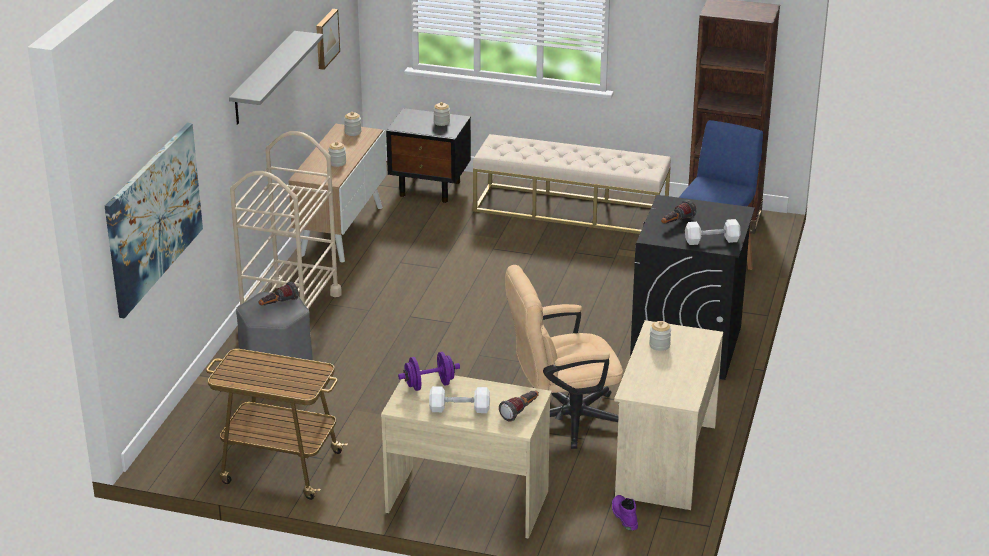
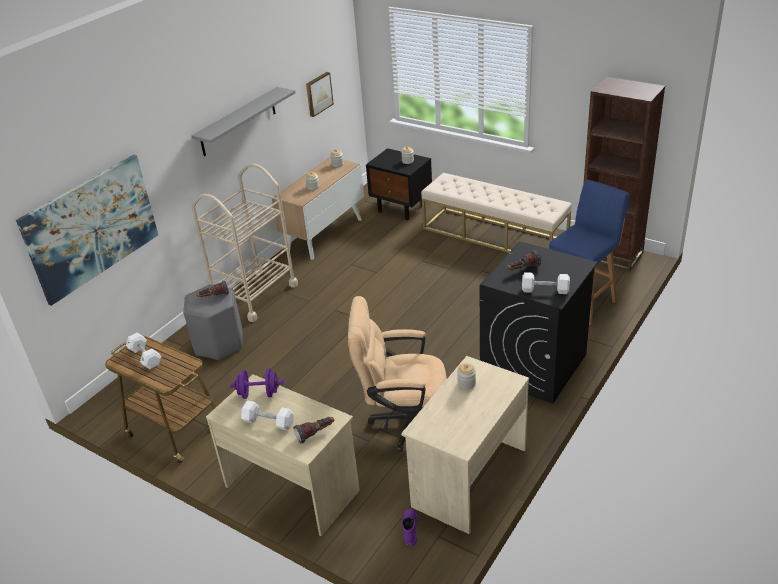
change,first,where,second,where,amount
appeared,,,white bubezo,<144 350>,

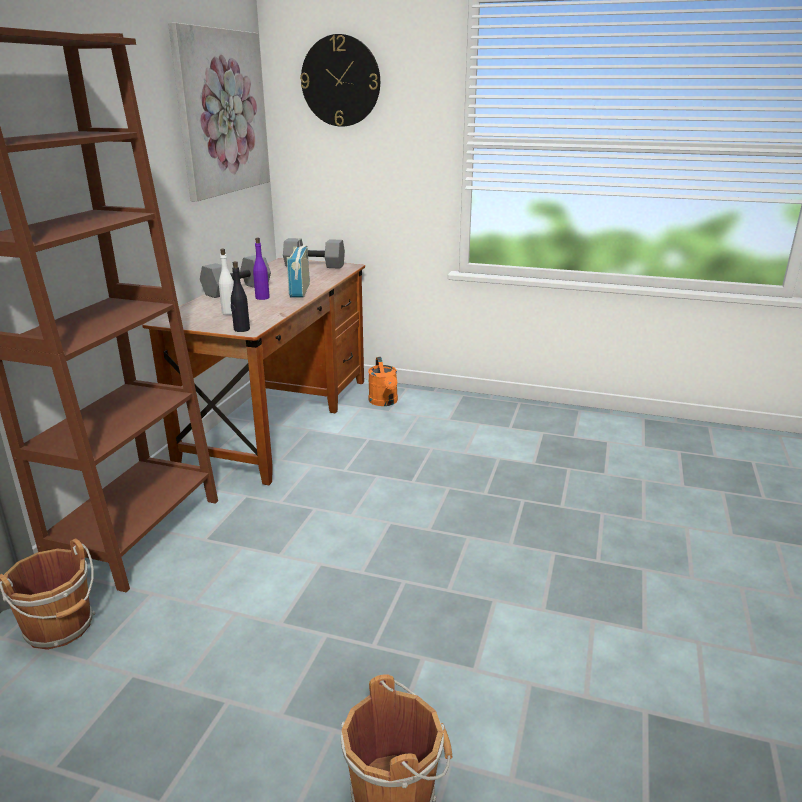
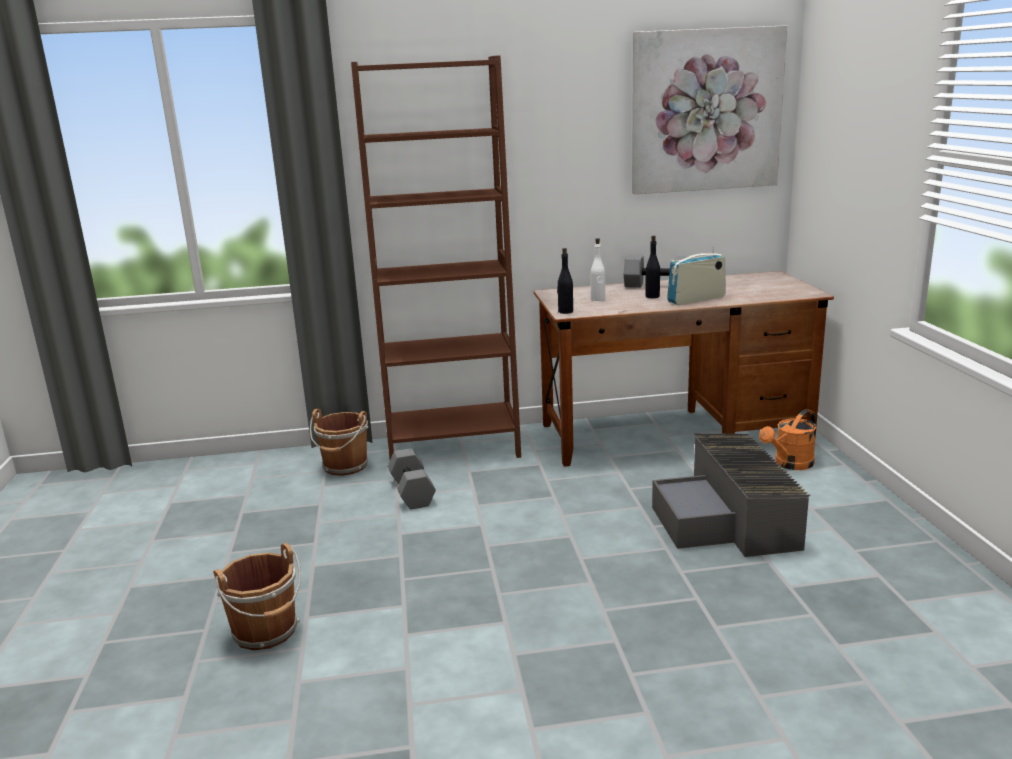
change,first,where,second,where,amount
missing,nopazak,<340 80>,,,
appeared,,,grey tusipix,<731 495>,
relocated,grey bubezo,<314 253>,,<412 478>,
colour,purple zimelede,<261 268>,black zimelede,<652 266>,

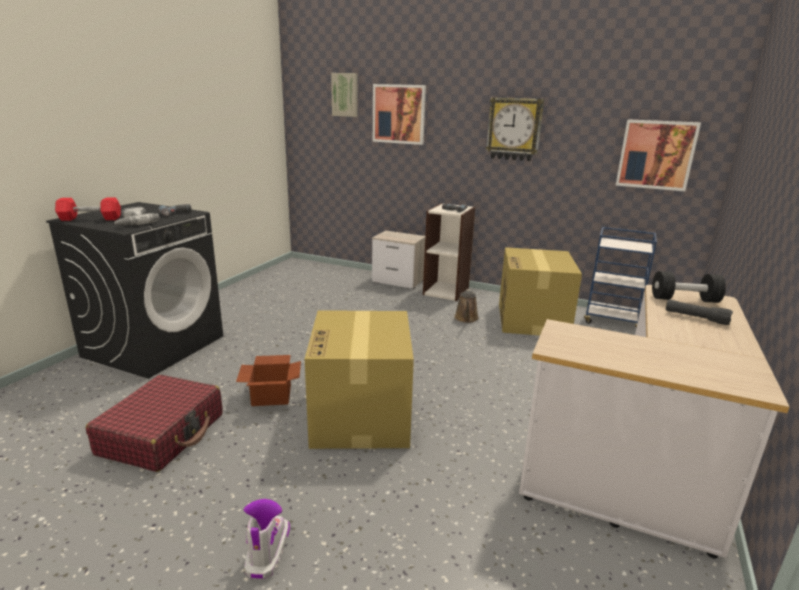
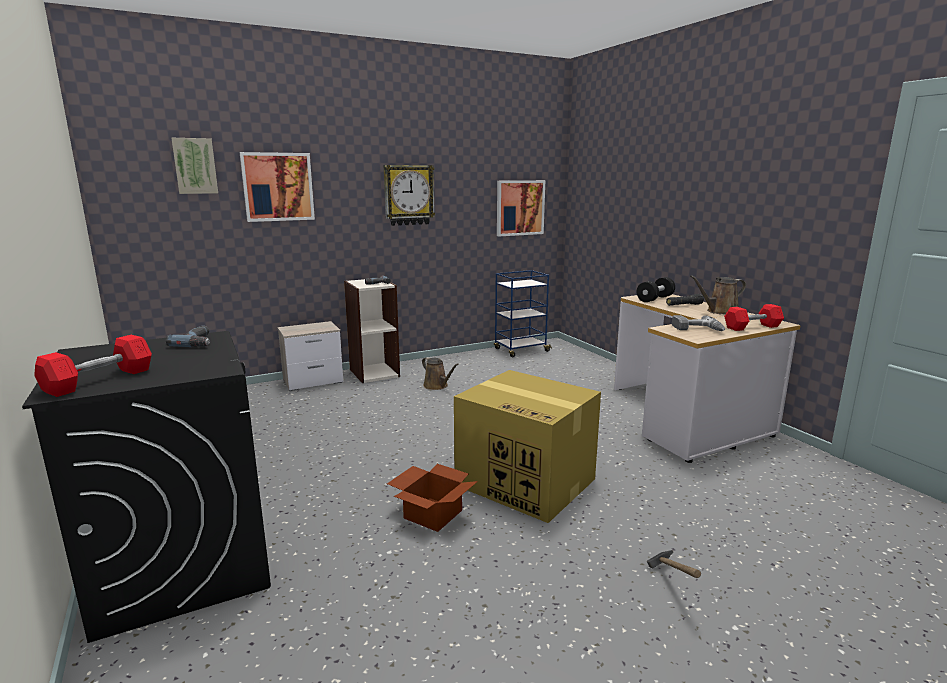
change,first,where,second,where,amount
missing,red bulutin,<154 423>,,,
missing,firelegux,<540 291>,,,
appeared,,,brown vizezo,<718 294>,
appeared,,,red bubezo,<754 317>,
relocated,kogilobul,<137 216>,,<698 323>,
exchanged,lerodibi,<267 539>,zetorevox,<674 564>,

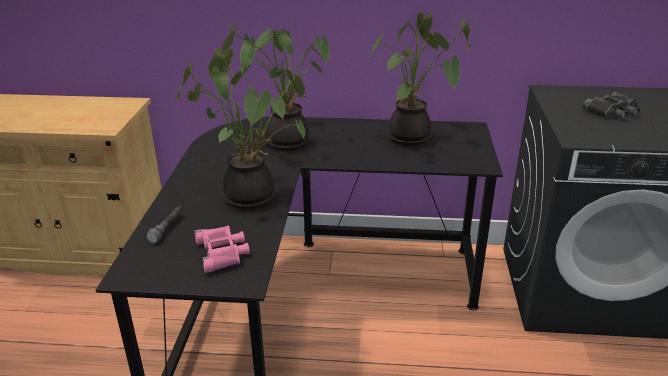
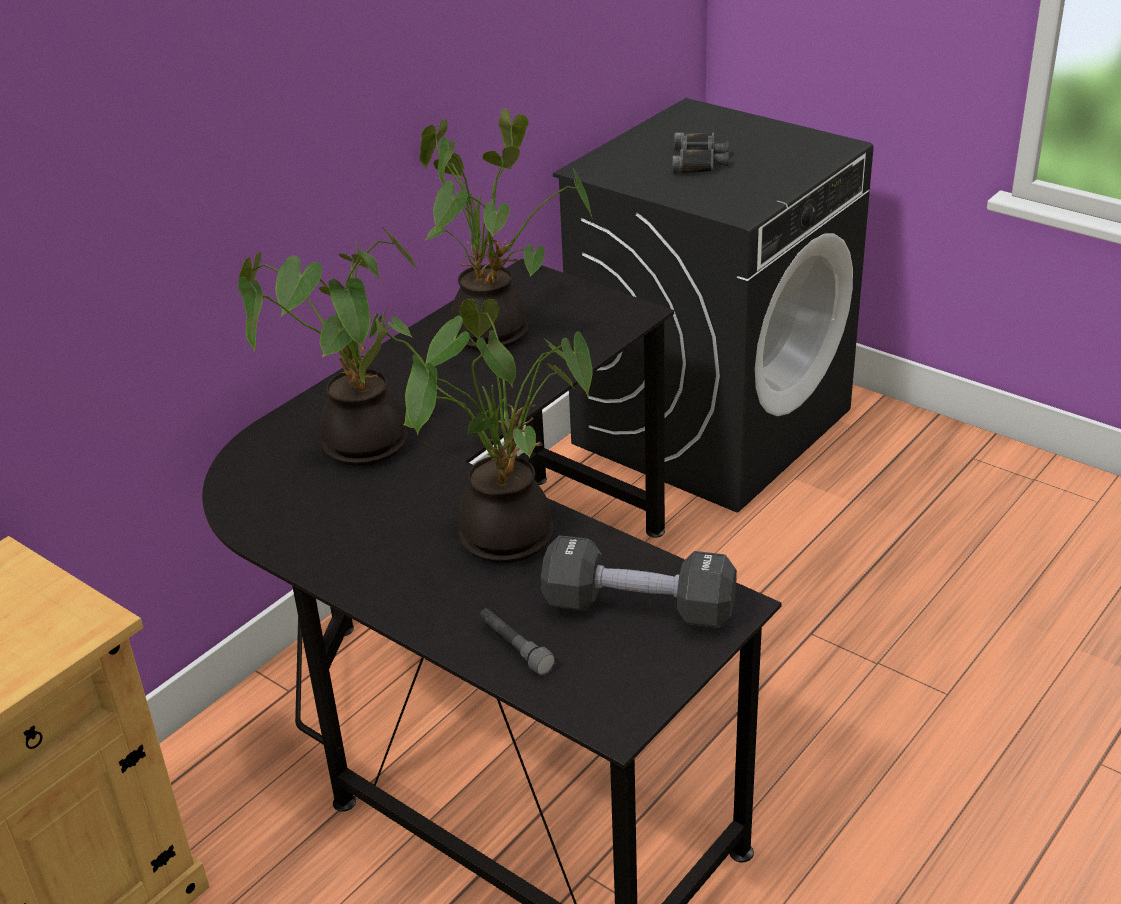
change,first,where,second,where,amount
exchanged,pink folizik,<222 249>,black bubezo,<639 581>,

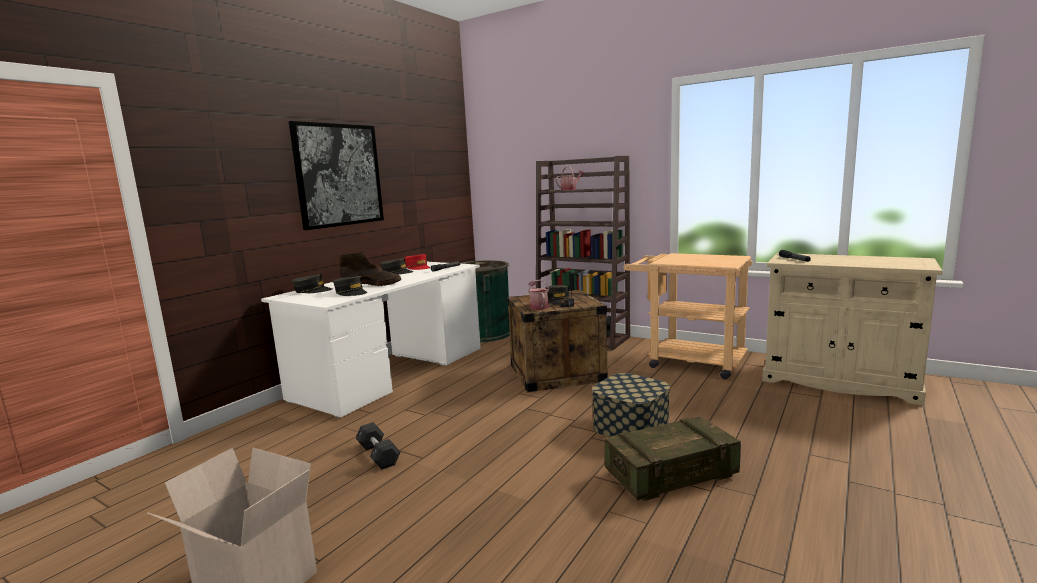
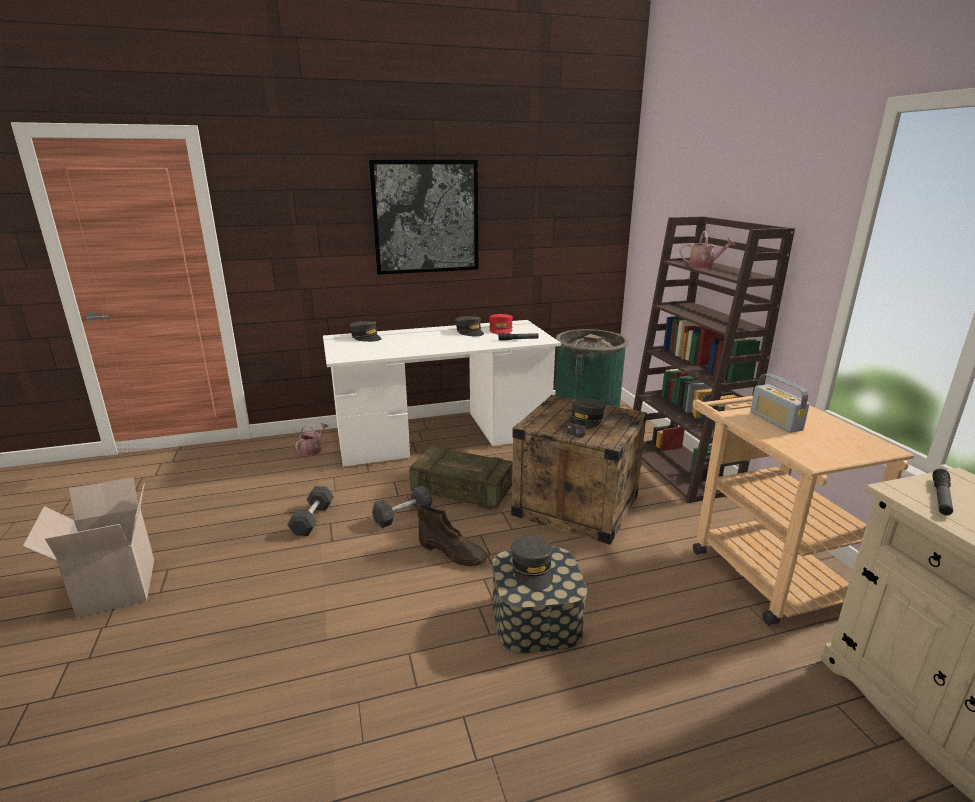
change,first,where,second,where,amount
appeared,,,grey bubezo,<402 506>,
appeared,,,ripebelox,<780 403>,
relocated,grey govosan,<350 286>,,<532 562>,
relocated,brown lerodibi,<370 269>,,<453 535>,
relocated,vizezo,<538 295>,,<311 439>,
relocated,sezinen,<673 458>,,<461 478>,

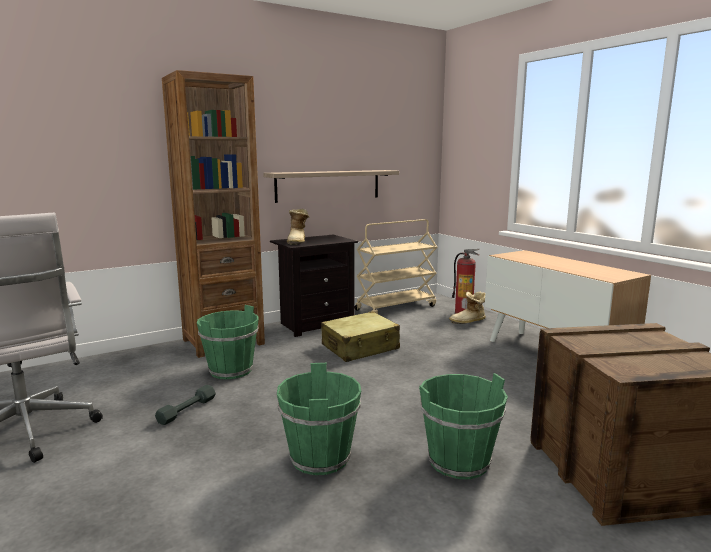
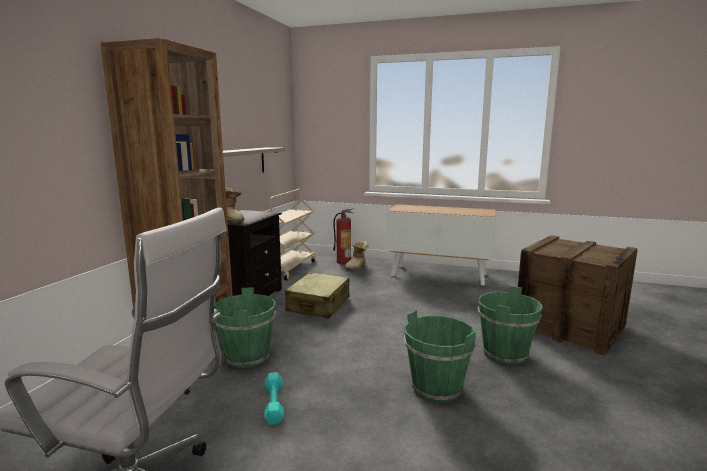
change,first,where,second,where,amount
colour,grey bubezo,<185 405>,turquoise bubezo,<274 398>,

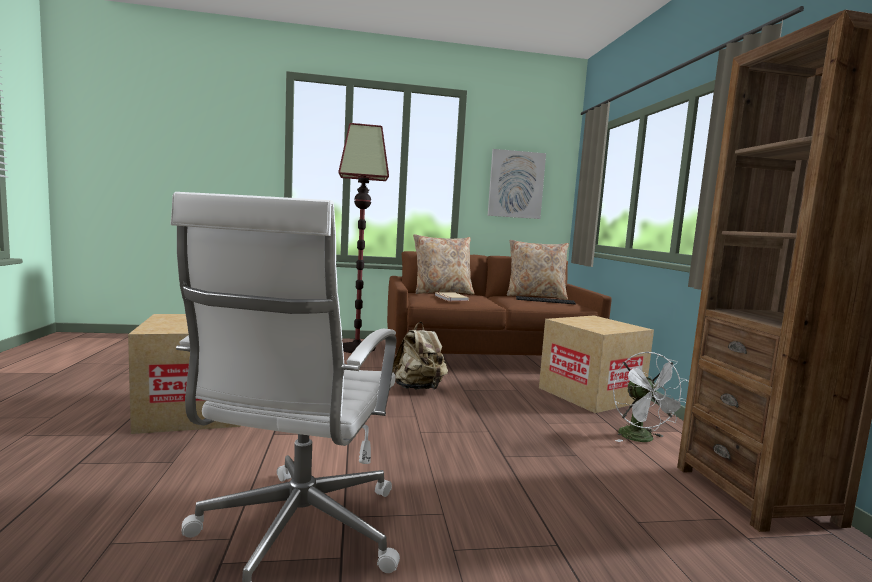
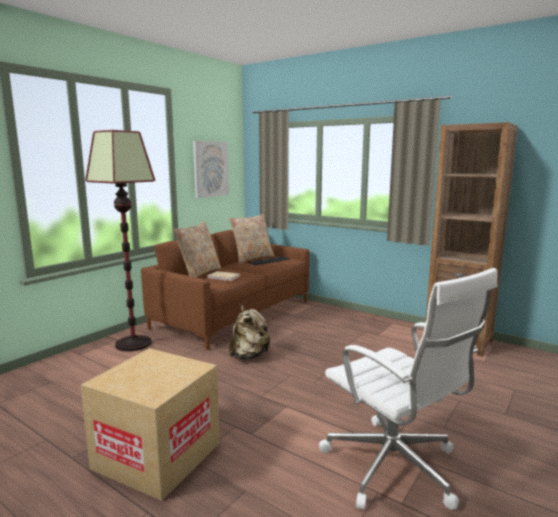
change,first,where,second,where,amount
missing,firelegux,<596 364>,,,
missing,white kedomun,<651 397>,,,

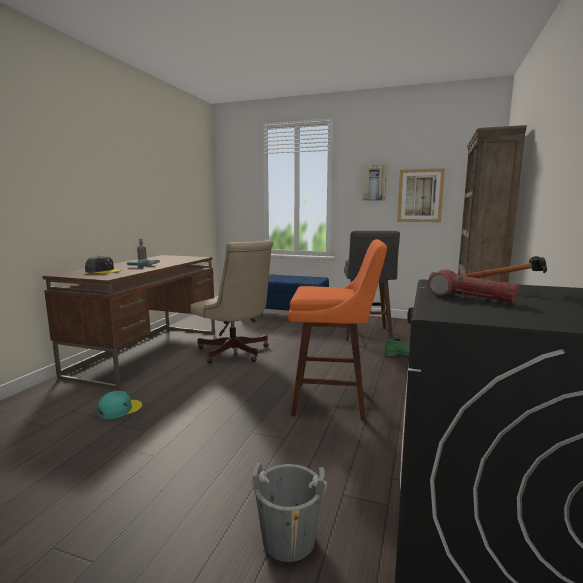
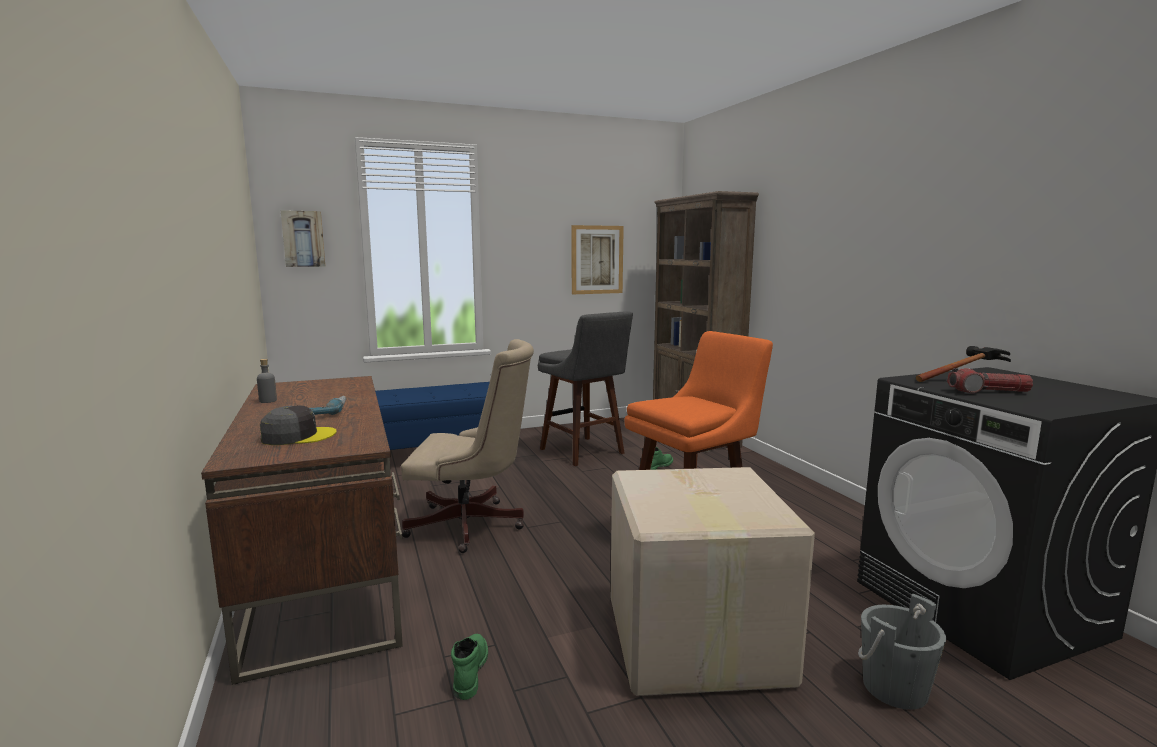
change,first,where,second,where,amount
appeared,,,firelegux,<713 581>,
relocated,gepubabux,<374 183>,,<303 238>,
exchanged,turquoise govosan,<120 405>,green lerodibi,<469 667>,

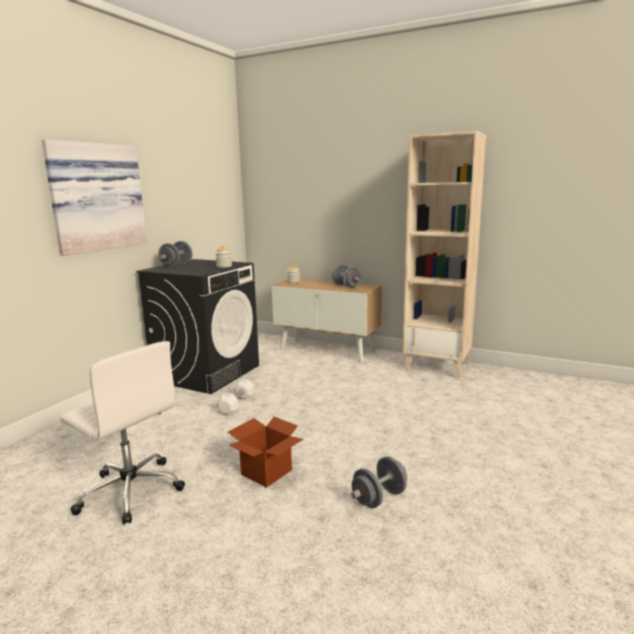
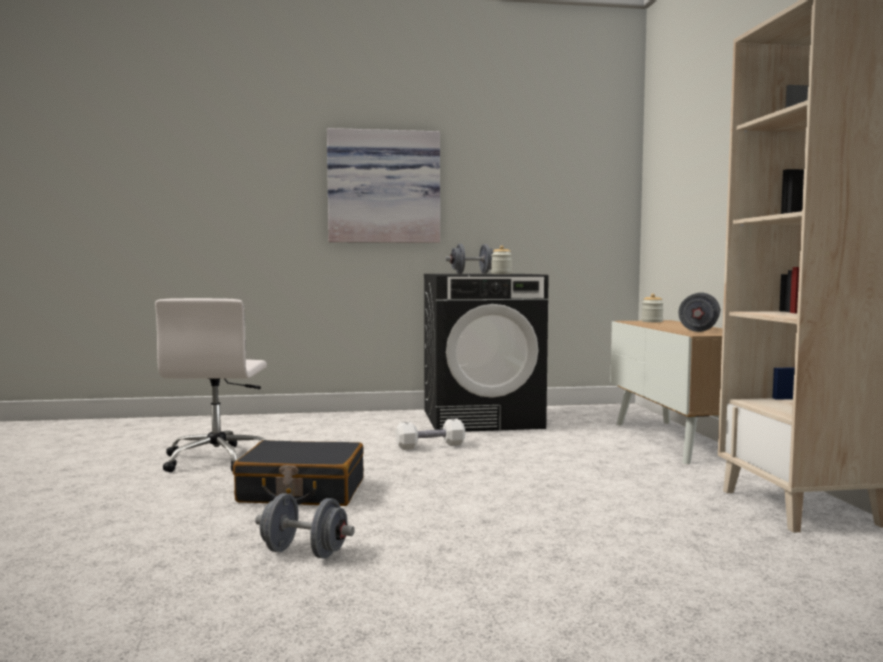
change,first,where,second,where,amount
exchanged,firelegux,<265 452>,black bulutin,<298 473>,

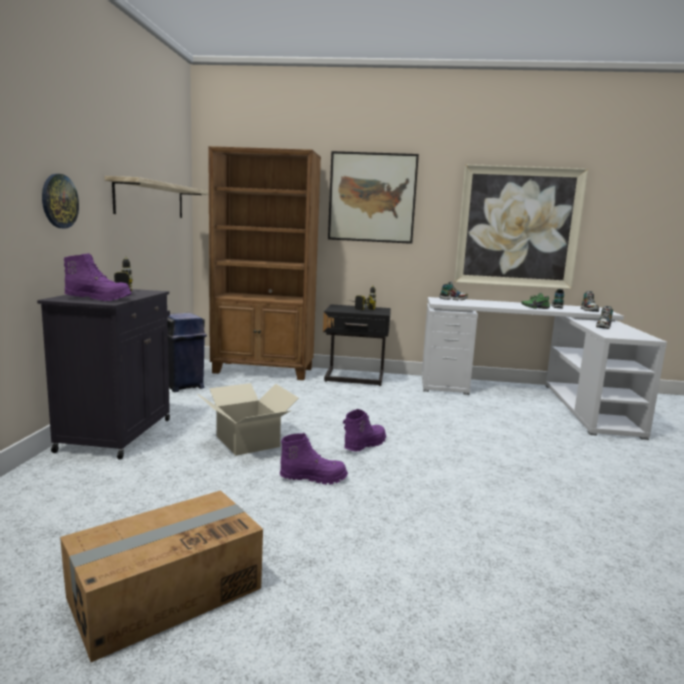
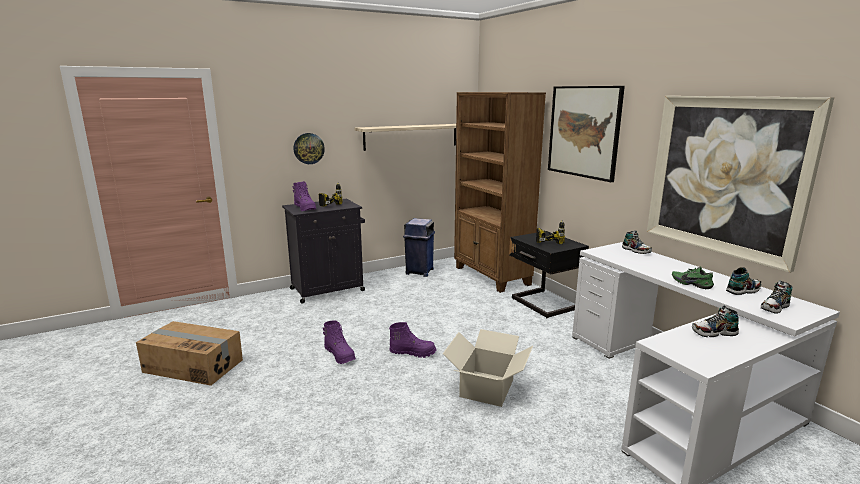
change,first,where,second,where,amount
relocated,firelegux,<248 419>,,<488 368>,

